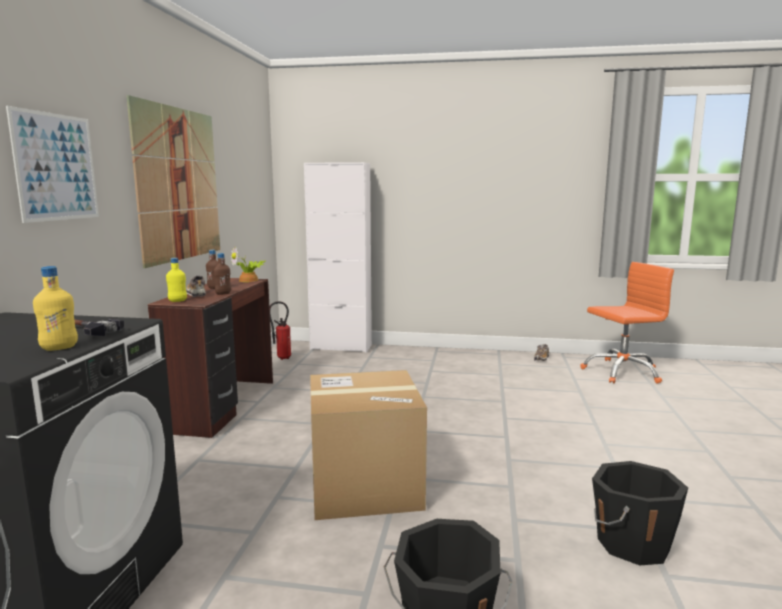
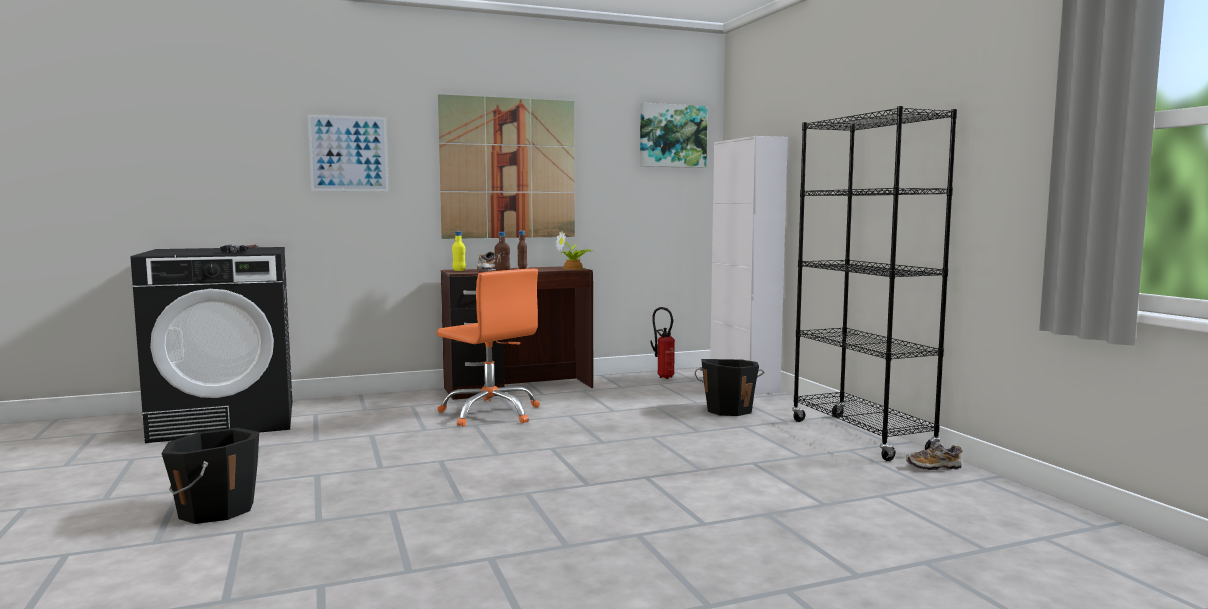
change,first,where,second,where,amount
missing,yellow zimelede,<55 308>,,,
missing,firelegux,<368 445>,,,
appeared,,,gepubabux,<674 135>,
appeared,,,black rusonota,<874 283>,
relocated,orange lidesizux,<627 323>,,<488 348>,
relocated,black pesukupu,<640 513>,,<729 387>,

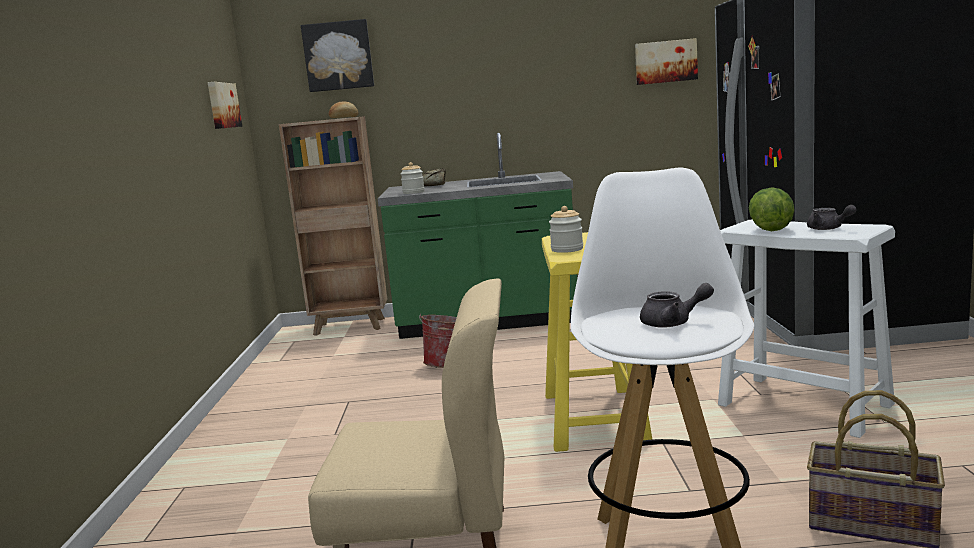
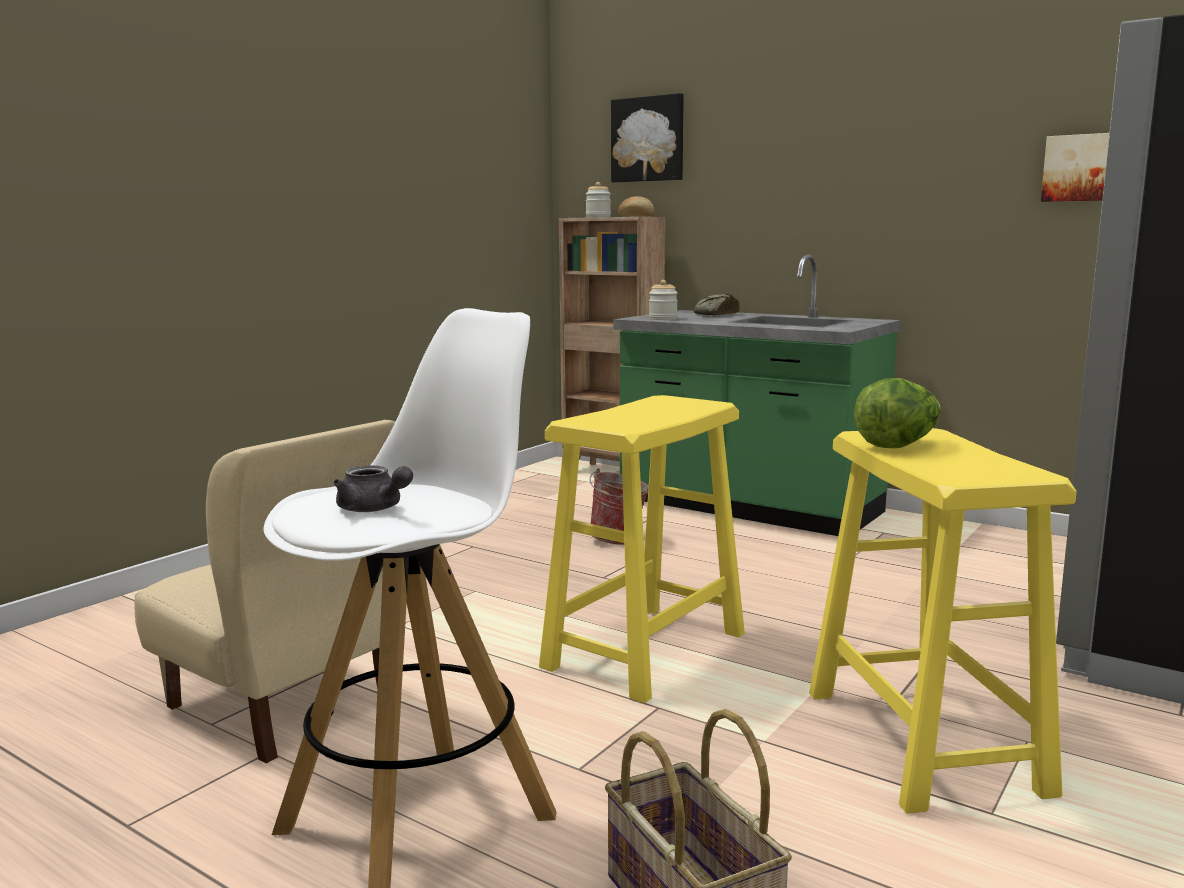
change,first,where,second,where,amount
missing,gepubabux,<225 105>,,,
missing,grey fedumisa,<832 217>,,,
relocated,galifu,<566 229>,,<598 199>,
colour,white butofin,<806 329>,yellow butofin,<943 621>,

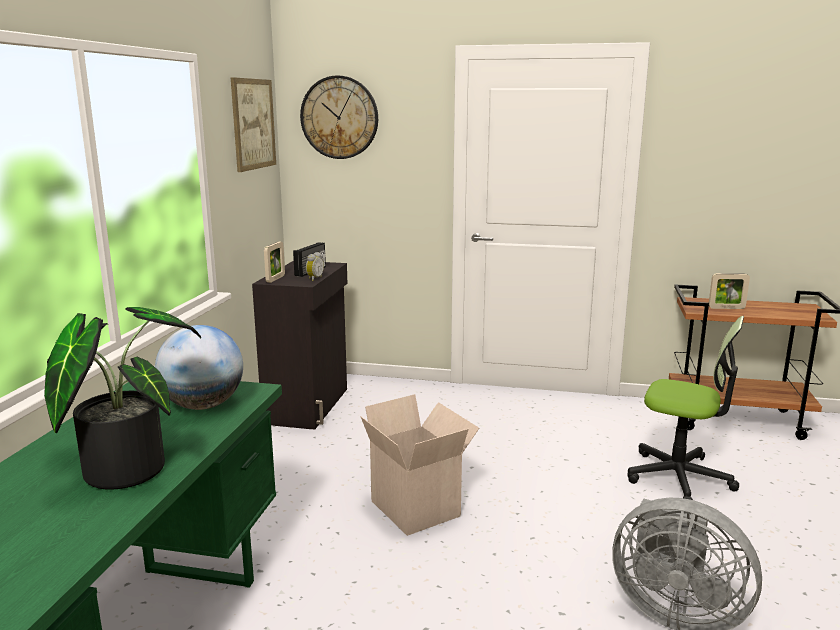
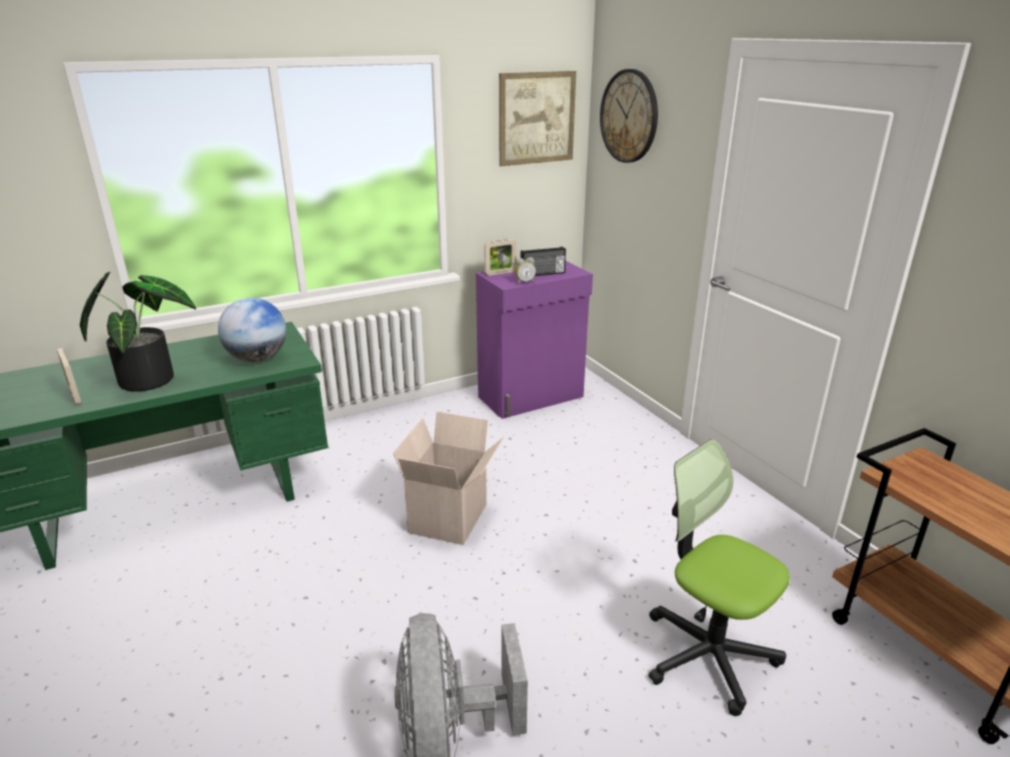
change,first,where,second,where,amount
relocated,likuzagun,<729 291>,,<69 376>,
colour,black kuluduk,<299 345>,purple kuluduk,<534 340>,
spun,lidesizux,<686 408>,,<719 577>,150 degrees clockwise

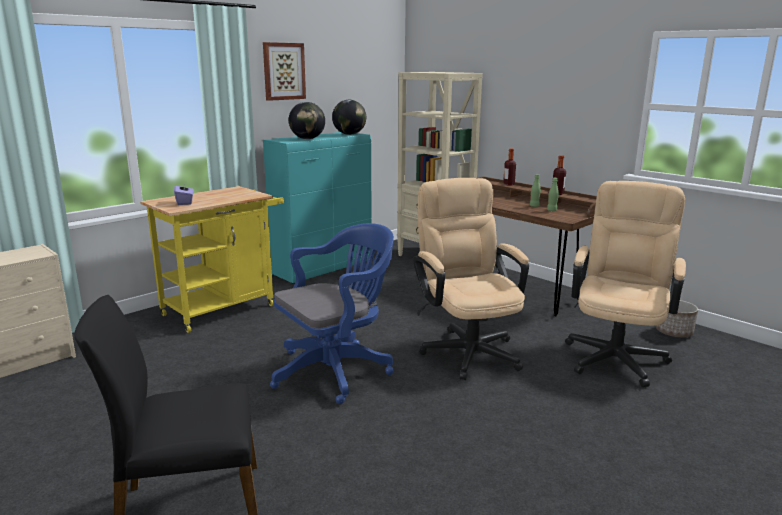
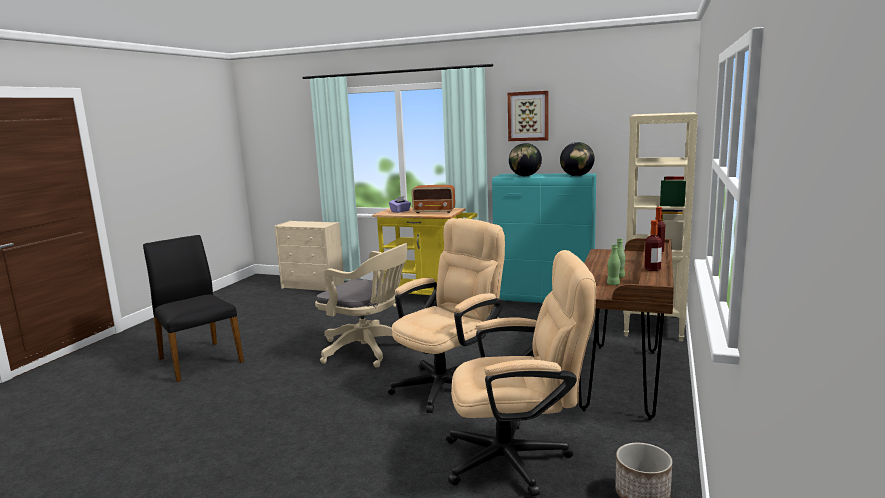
change,first,where,second,where,amount
appeared,,,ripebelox,<433 199>,
colour,blue lidesizux,<332 313>,beige lidesizux,<361 305>,

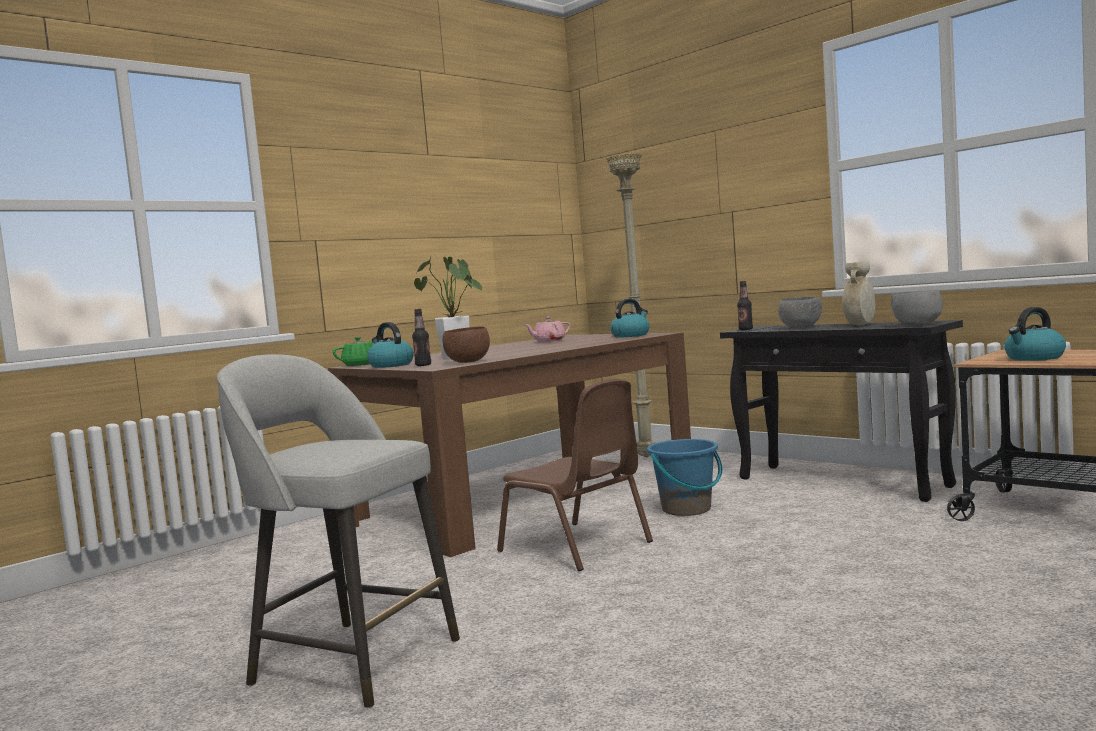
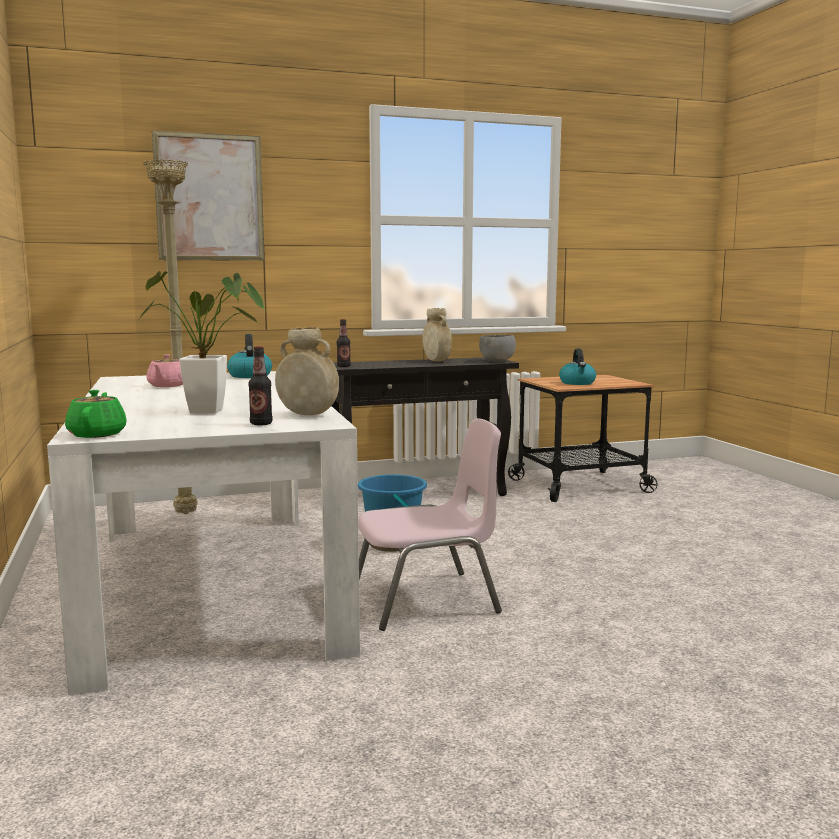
change,first,where,second,where,amount
missing,grey butofin,<338 531>,,,
missing,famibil,<390 345>,,,
missing,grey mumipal,<800 312>,,,
appeared,,,gepubabux,<208 196>,
exchanged,brown mumipal,<466 344>,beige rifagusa,<307 371>,
colour,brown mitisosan,<509 444>,white mitisosan,<203 533>,
colour,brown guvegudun,<575 475>,pink guvegudun,<430 524>,

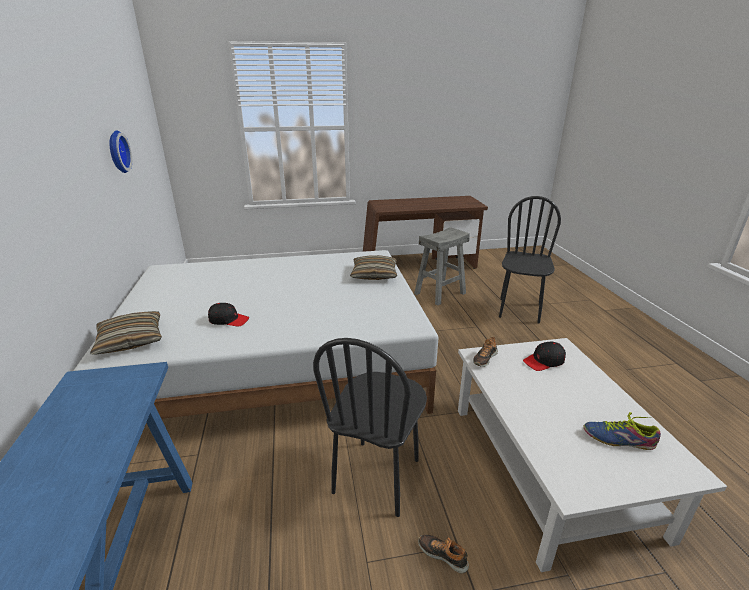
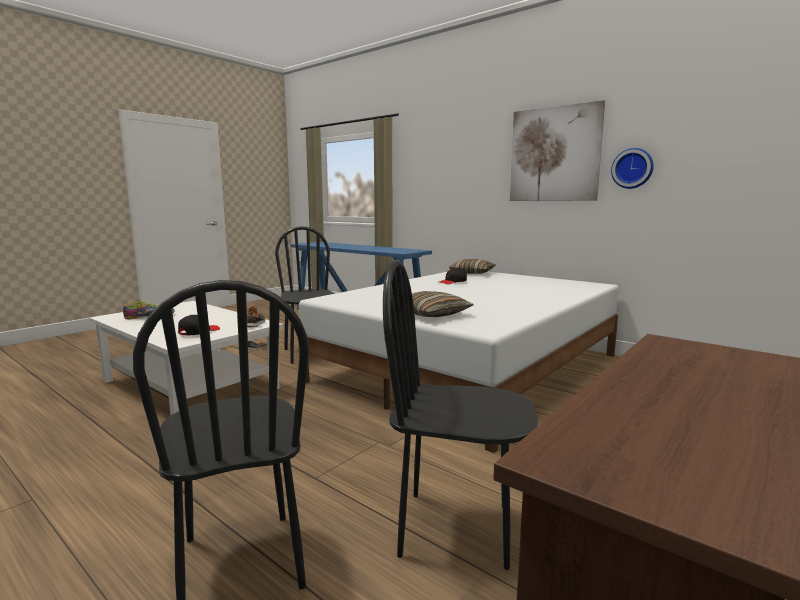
change,first,where,second,where,amount
appeared,,,gepubabux,<557 150>,
exchanged,grey butofin,<442 266>,black guvegudun,<460 415>,

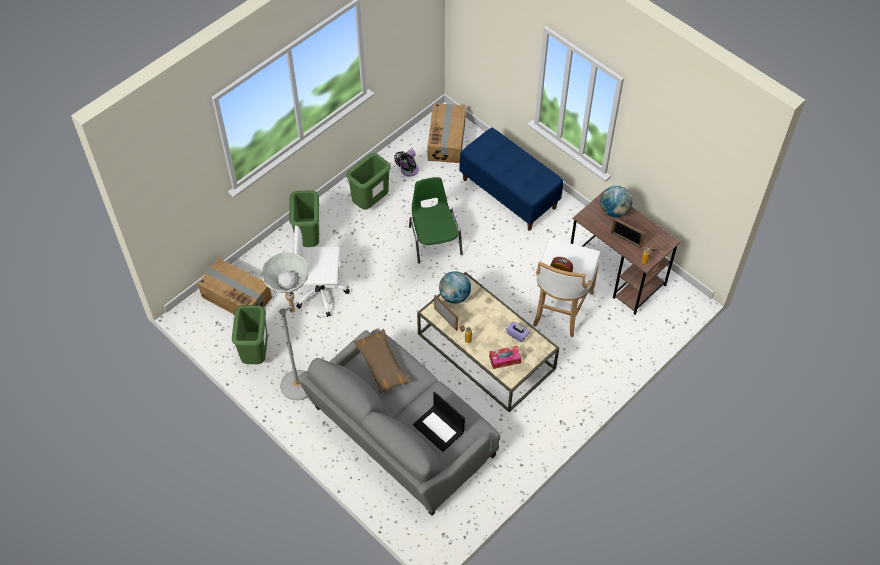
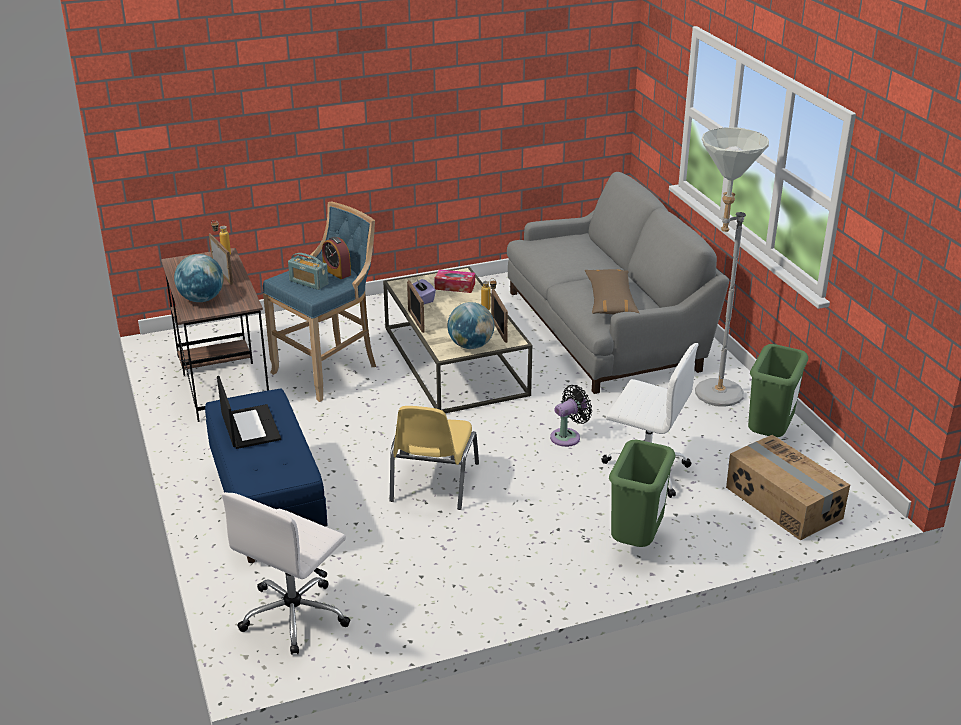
change,first,where,second,where,amount
missing,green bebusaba,<368 181>,,,
appeared,,,ripebelox,<308 271>,
appeared,,,likuzagun,<416 306>,
relocated,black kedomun,<406 163>,,<571 416>,
relocated,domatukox,<439 422>,,<249 412>,
exchanged,firelegux,<446 133>,white lidesizux,<286 573>,
colour,green guvegudun,<436 220>,yellow guvegudun,<434 458>,
colour,white butofin,<567 287>,blue butofin,<319 301>,

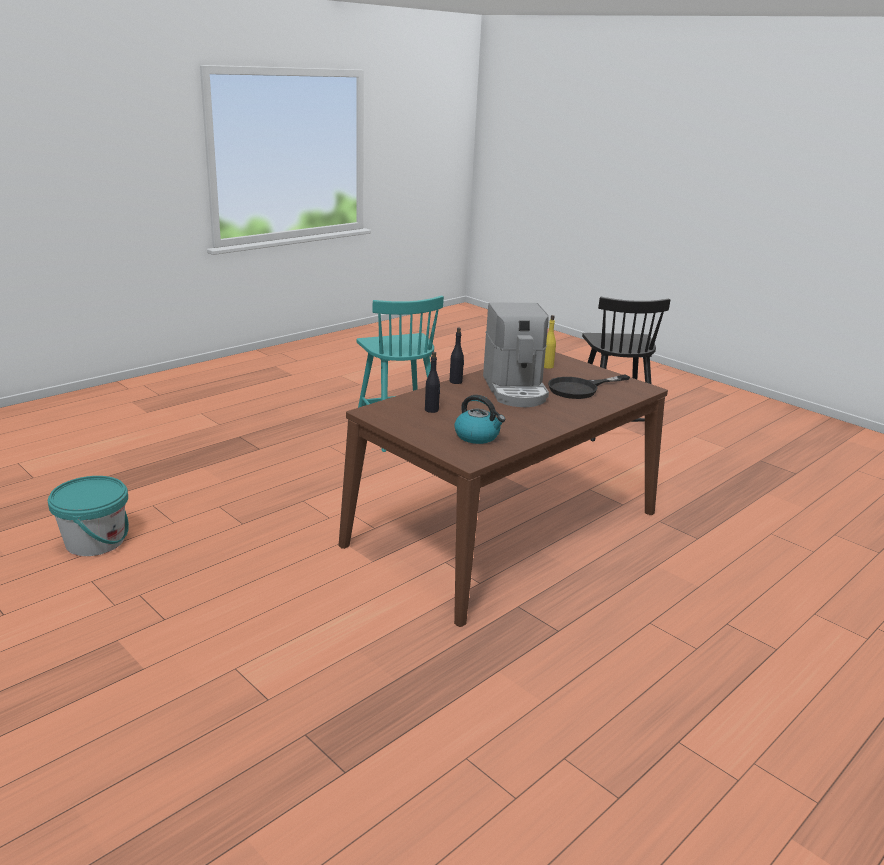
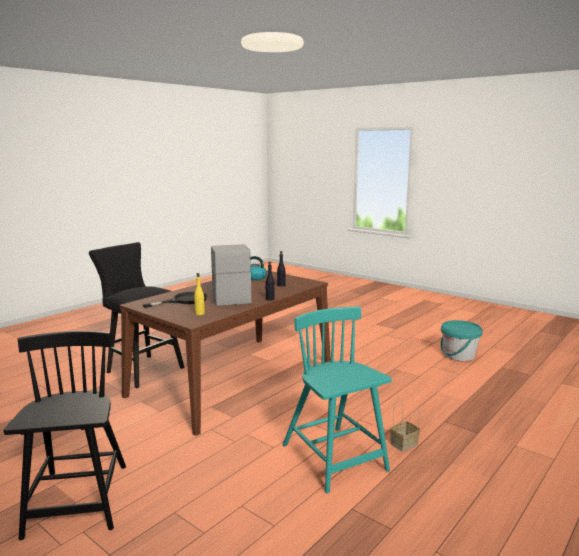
change,first,where,second,where,amount
appeared,,,black butofin,<136 315>,
appeared,,,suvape,<405 425>,

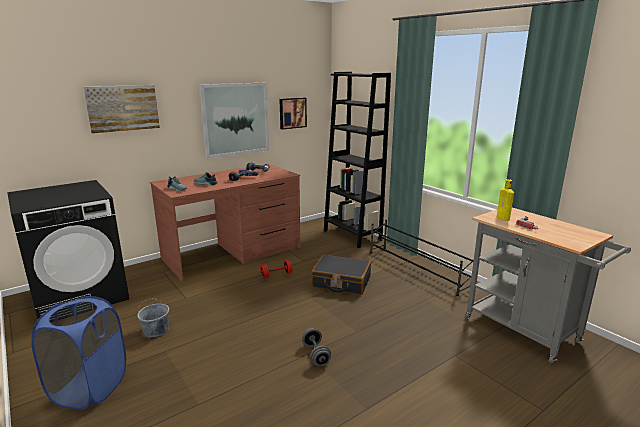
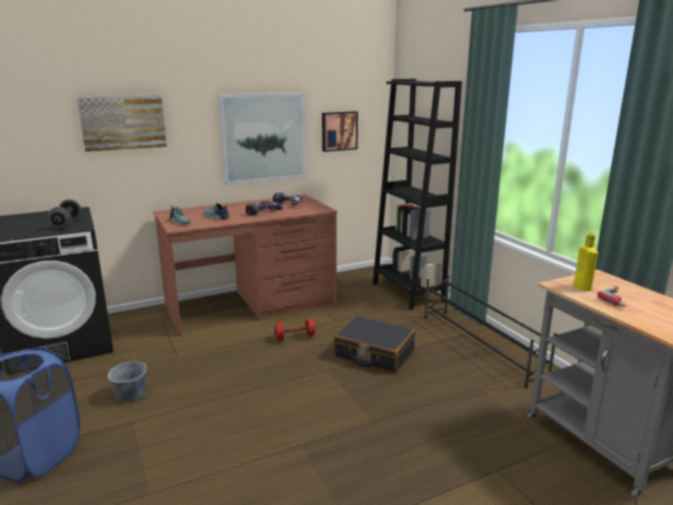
change,first,where,second,where,amount
relocated,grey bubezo,<316 347>,,<65 214>,

